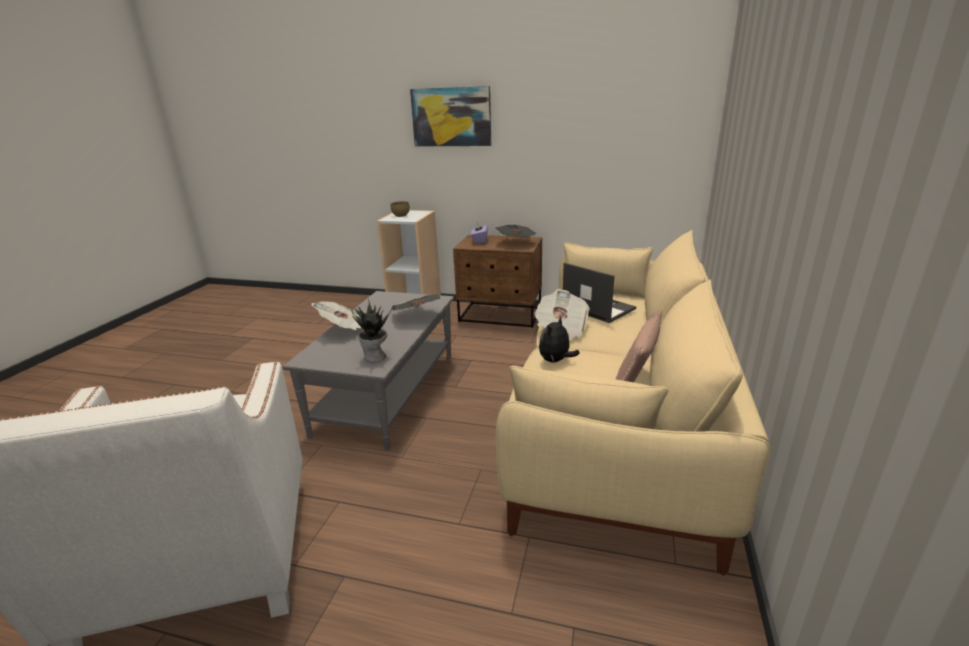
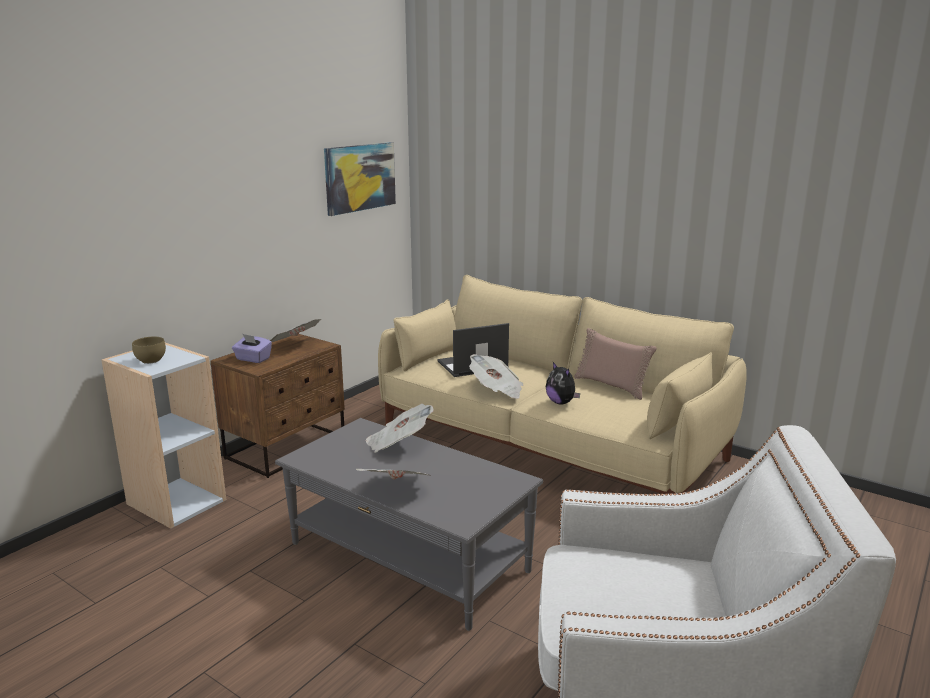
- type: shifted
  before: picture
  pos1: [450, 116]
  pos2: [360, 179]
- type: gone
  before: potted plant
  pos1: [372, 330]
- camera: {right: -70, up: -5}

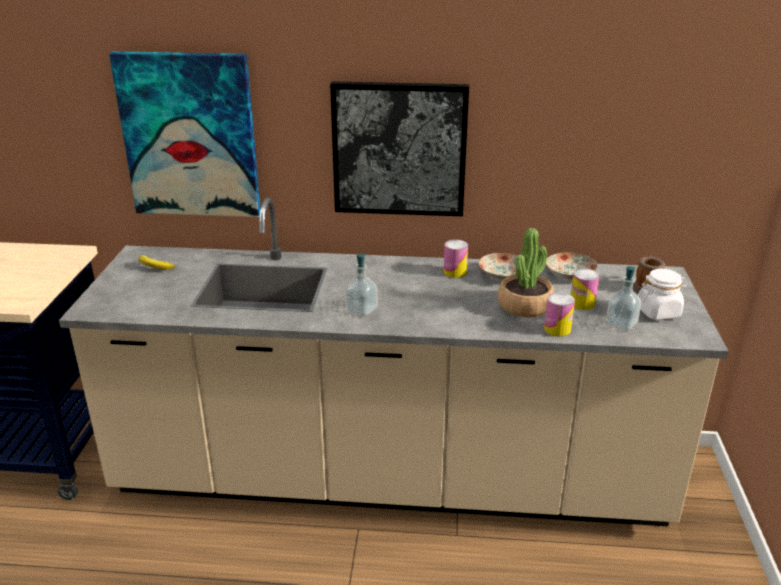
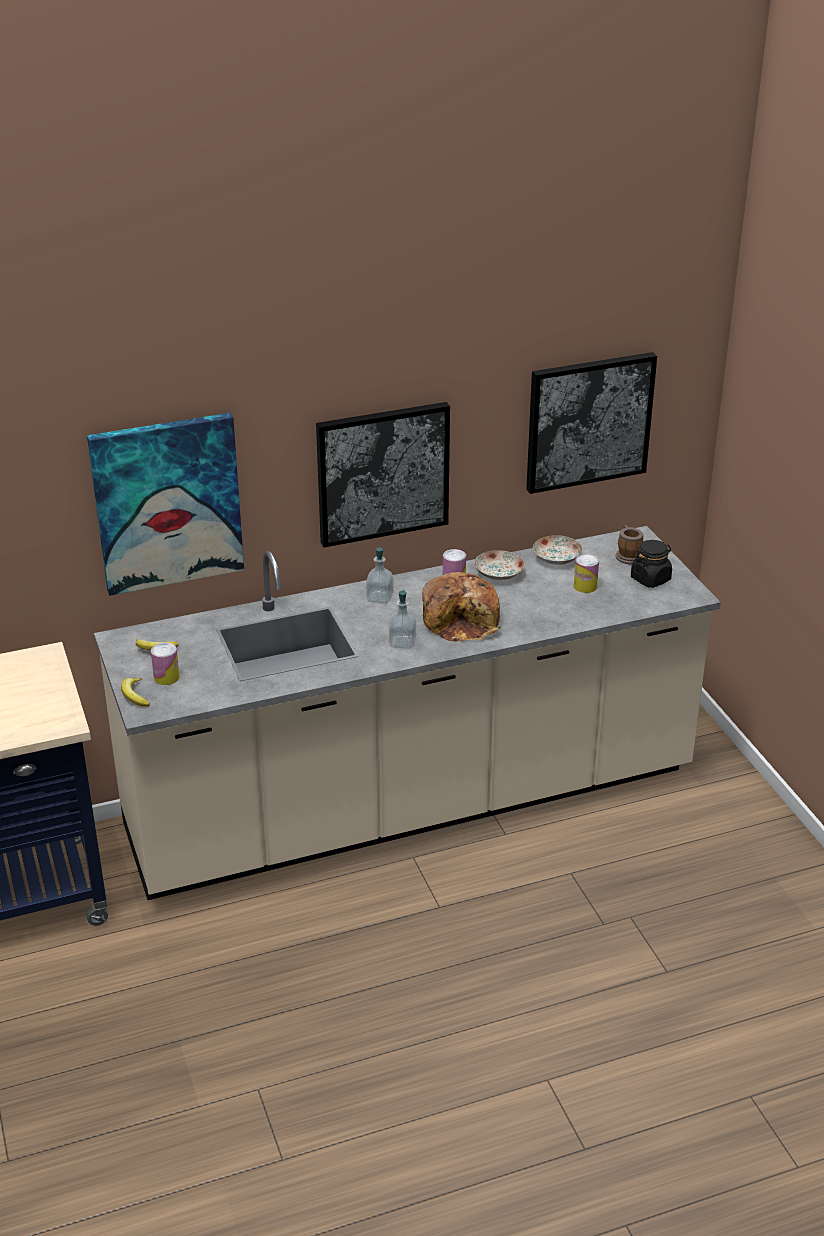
- type: gone
  before: potted plant
  pos1: [526, 272]
- type: shifted
  before: soap dispenser
  pos1: [623, 298]
  pos2: [380, 575]
- type: repainted
  before: jar (white)
  after: jar (black)
  pos1: [662, 294]
  pos2: [651, 564]
- type: shifted
  before: can
  pos1: [559, 315]
  pos2: [165, 664]
- type: new
  after: picture
  pos2: [591, 423]
- type: new
  after: bread
  pos2: [461, 607]
- type: new
  after: banana
  pos2: [135, 692]
- camera: {right: -25, up: 5}

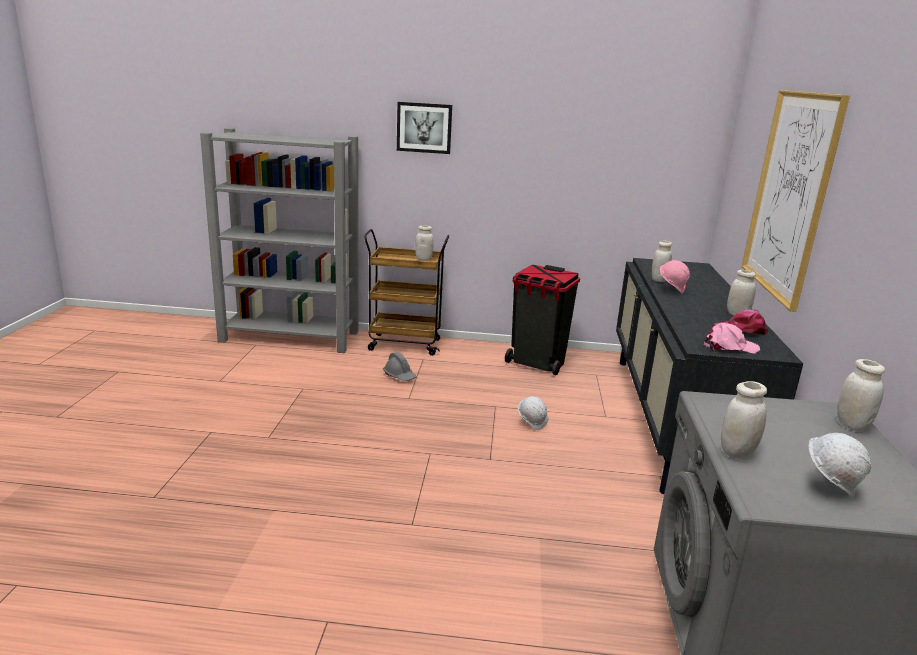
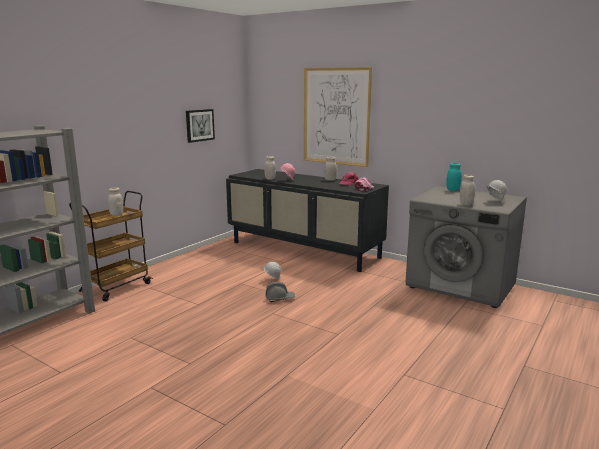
- type: shifted
  before: picture
  pos1: [424, 128]
  pos2: [200, 126]
- type: gone
  before: trash can (black)
  pos1: [542, 320]
- type: shifted
  before: hard hat (grey)
  pos1: [400, 366]
  pos2: [280, 291]
- type: repainted
  before: jar (white)
  after: jar (turquoise)
  pos1: [861, 395]
  pos2: [454, 177]
- camera: {right: -60, up: -5}

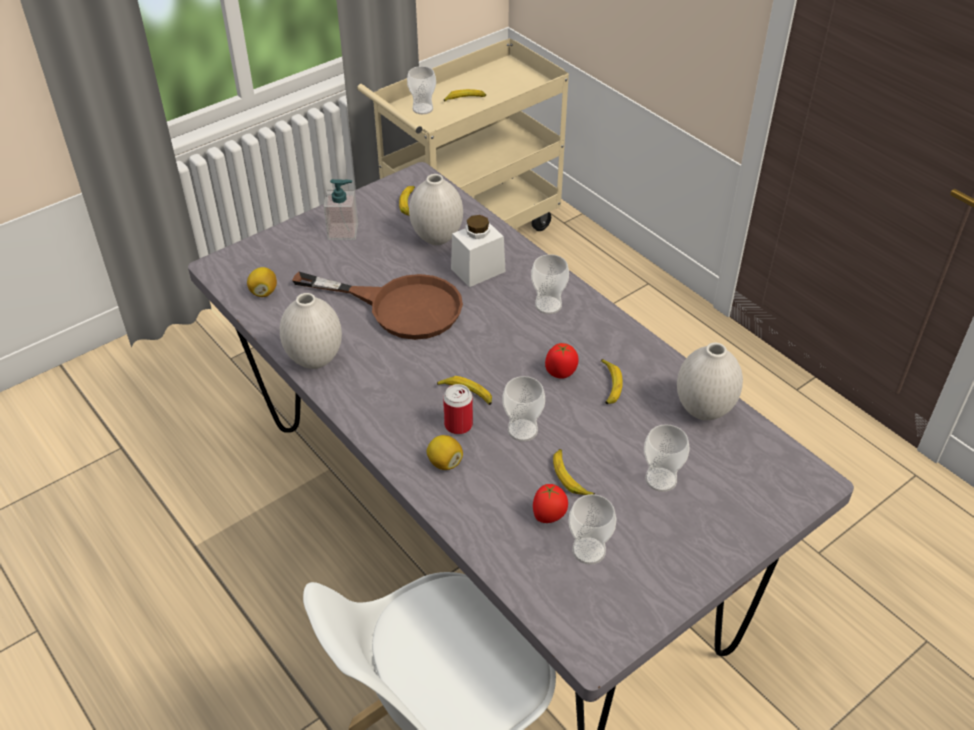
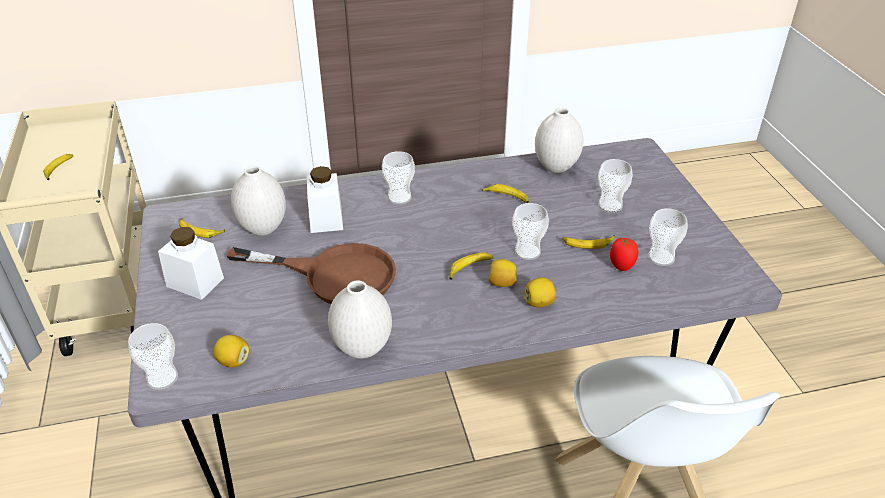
- type: shifted
  before: cup
  pos1: [421, 90]
  pos2: [153, 356]
- type: swapped
  before: soap dispenser
  after: jar (white)
  pos1: [340, 209]
  pos2: [191, 263]
- type: rotated
  before: frying pan (brown)
  pos1: [377, 306]
  pos2: [311, 273]
  turn: 60
- type: gone
  before: tomato
  pos1: [562, 361]
- type: swapped
  before: can
  after: lemon
  pos1: [458, 409]
  pos2: [503, 273]
- camera: {right: -65, up: -5}

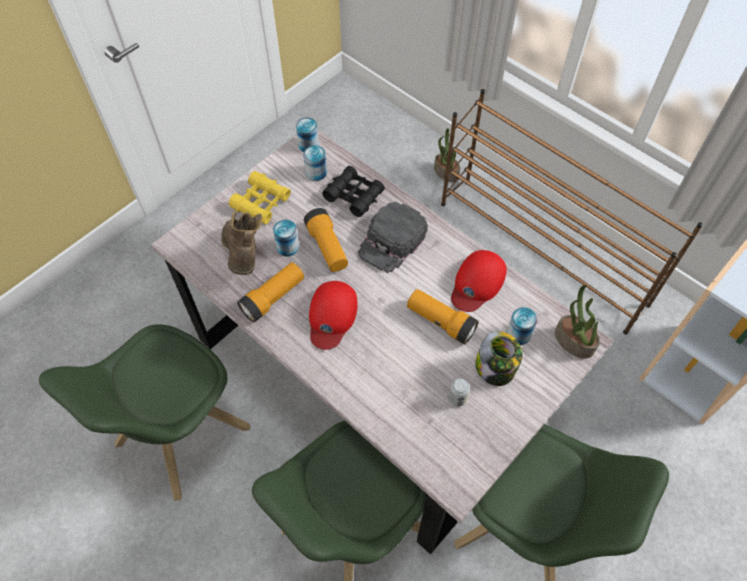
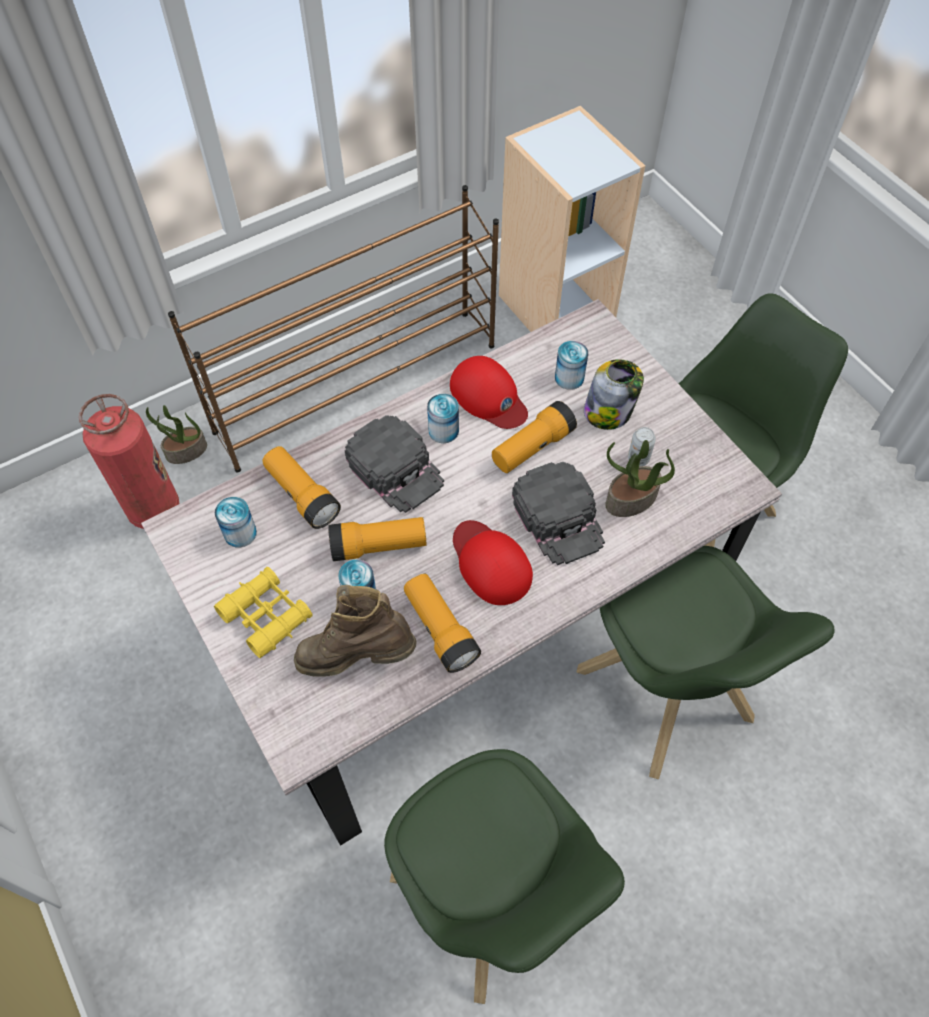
- type: shifted
  before: can
  pos1: [307, 134]
  pos2: [443, 418]
- type: swapped
  before: binoculars (black)
  after: flashlight
  pos1: [354, 191]
  pos2: [301, 487]
- type: rotated
  before: cap (red)
  pos1: [333, 315]
  pos2: [493, 562]
  turn: -150
- type: shifted
  before: potted plant
  pos1: [577, 321]
  pos2: [640, 478]
- type: new
  after: fire extinguisher
  pos2: [129, 461]
- type: new
  after: cap (black)
  pos2: [558, 513]
- camera: {right: -75, up: 0}

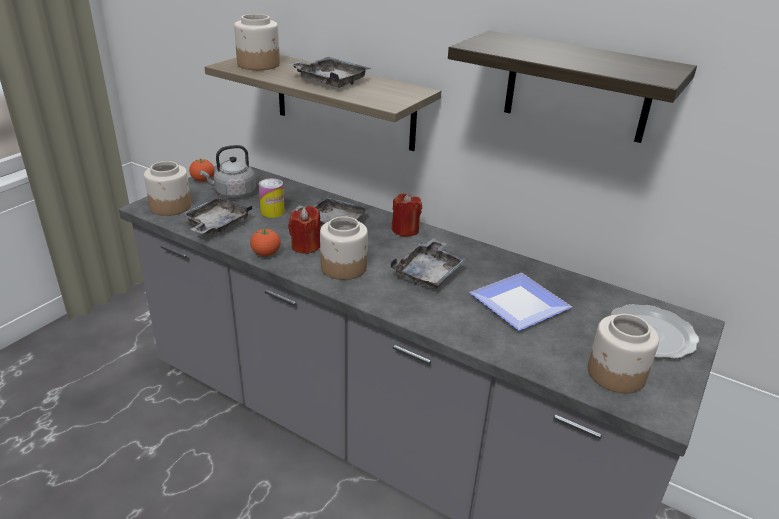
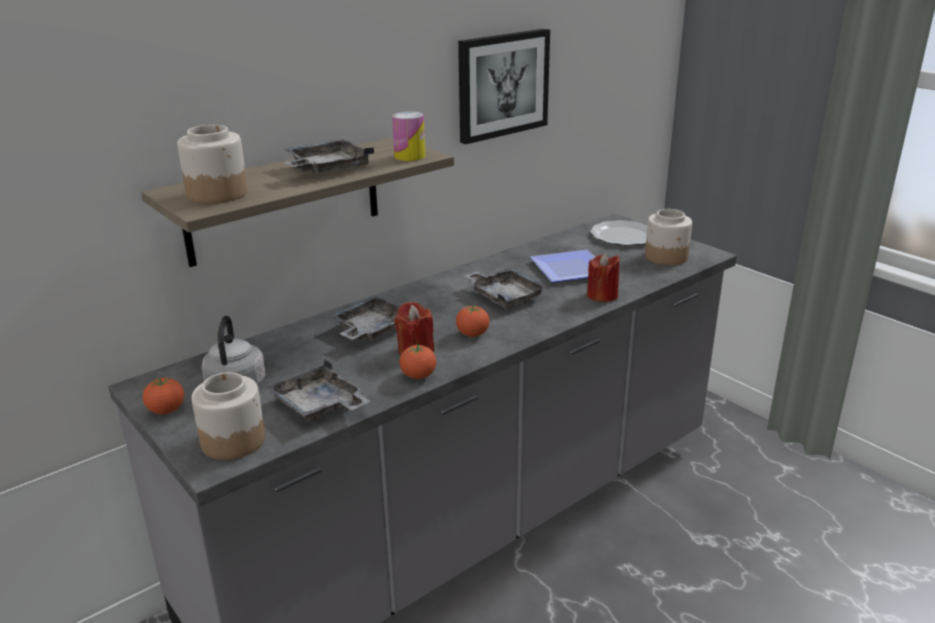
- type: swapped
  before: shelf
  after: picture
  pos1: [572, 87]
  pos2: [504, 86]
- type: shifted
  before: can
  pos1: [271, 198]
  pos2: [408, 136]
- type: shifted
  before: candle (red)
  pos1: [407, 214]
  pos2: [603, 277]
- type: swapped
  before: jar
  after: tomato
  pos1: [344, 248]
  pos2: [473, 321]
- camera: {right: -70, up: -5}

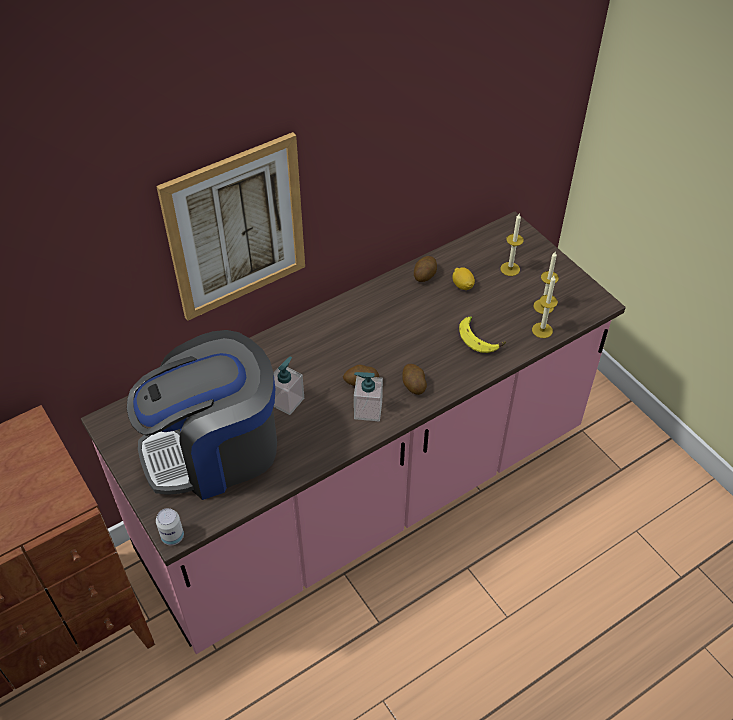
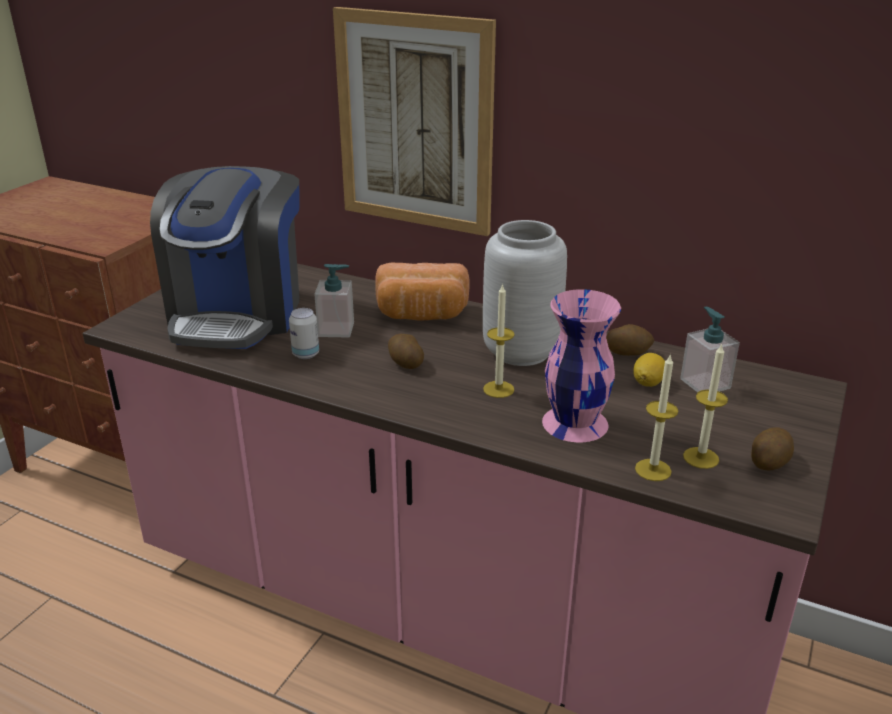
- type: shifted
  before: candle
  pos1: [512, 245]
  pos2: [498, 340]
- type: swapped
  before: banana
  after: vase (pink)
  pos1: [482, 335]
  pos2: [581, 365]
- type: rotated
  before: coffee machine
  pos1: [202, 415]
  pos2: [225, 257]
  turn: -120
- type: shifted
  before: potato
  pos1: [414, 379]
  pos2: [772, 448]
- type: shifted
  before: soap dispenser
  pos1: [368, 396]
  pos2: [710, 349]
- type: shifted
  before: can
  pos1: [170, 526]
  pos2: [304, 333]
- type: new
  after: vase (grey)
  pos2: [525, 293]
- type: new
  after: bread
  pos2: [422, 291]
- camera: {right: 60, up: -20}

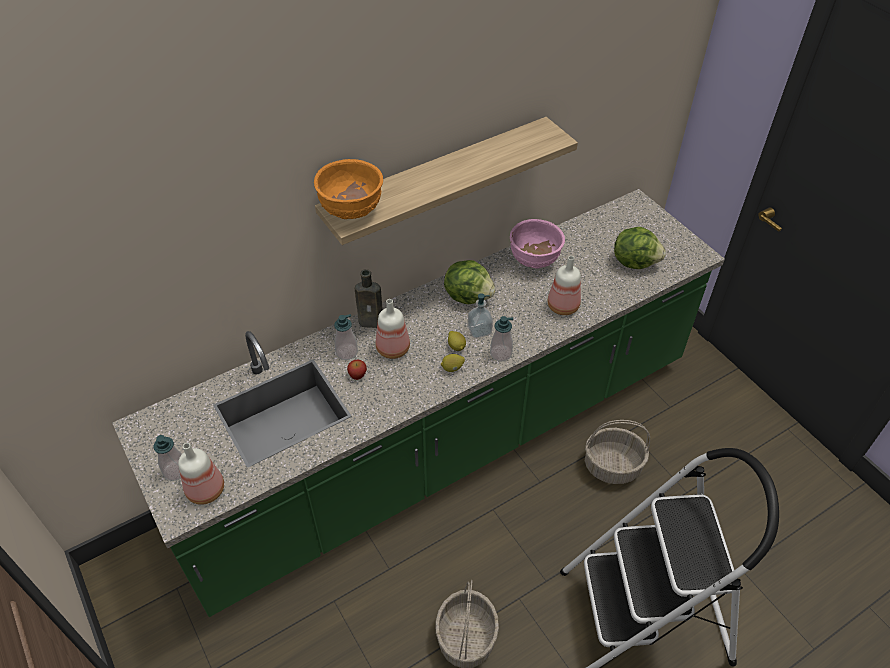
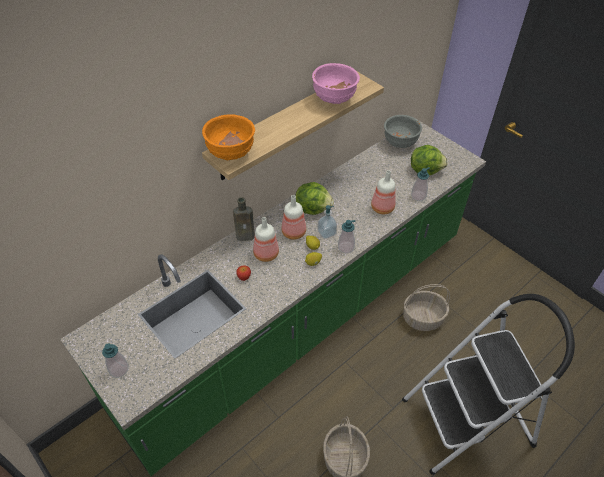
- type: shifted
  before: bowl (pink)
  pos1: [537, 244]
  pos2: [336, 83]
- type: shifted
  before: soap dispenser
  pos1: [346, 337]
  pos2: [420, 184]
- type: shifted
  before: bottle
  pos1: [201, 474]
  pos2: [293, 217]
- type: new
  after: bowl (grey)
  pos2: [403, 131]
- camera: {right: -10, up: 0}

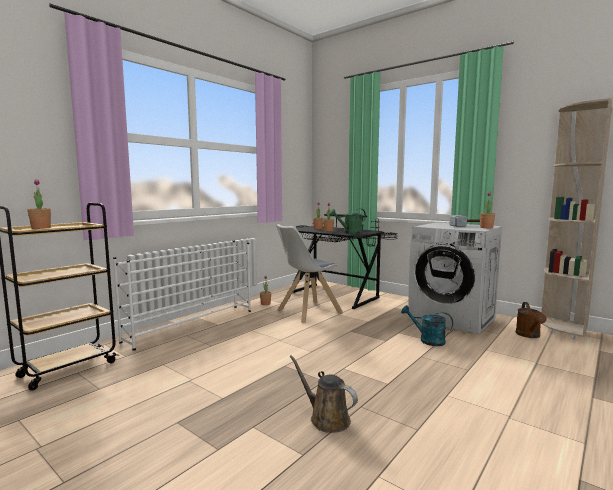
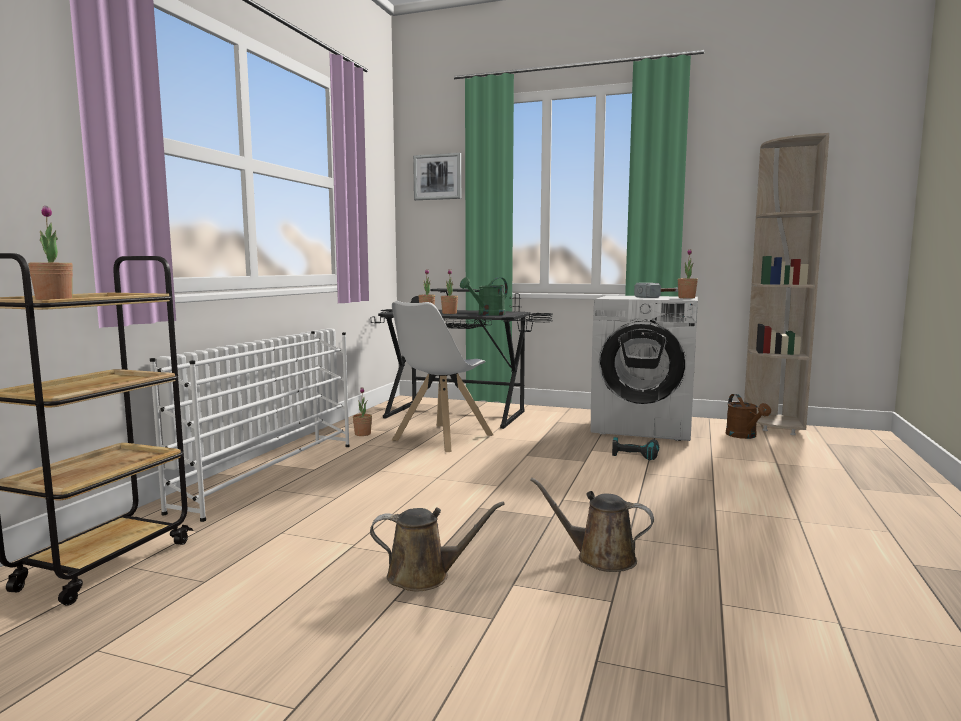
- type: swapped
  before: watering can (turquoise)
  after: power drill
  pos1: [427, 325]
  pos2: [635, 448]
- type: new
  after: picture
  pos2: [437, 176]
- type: new
  after: watering can (brown)
  pos2: [437, 546]
- camera: {right: -20, up: 0}

